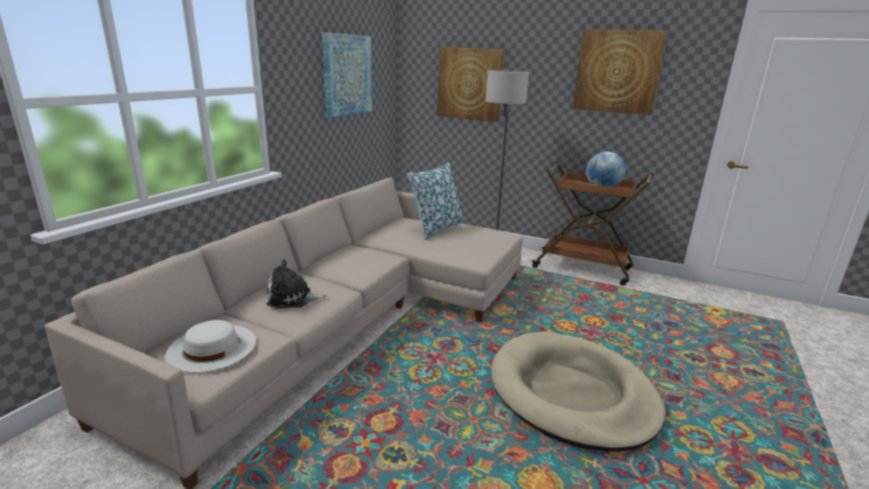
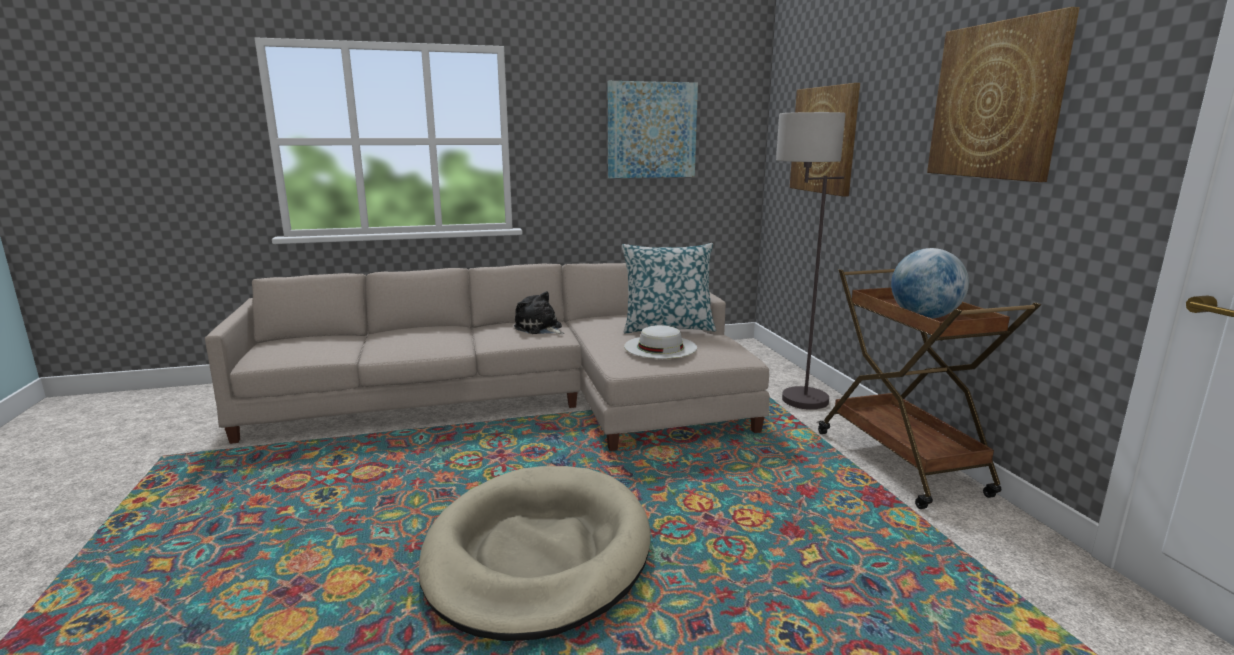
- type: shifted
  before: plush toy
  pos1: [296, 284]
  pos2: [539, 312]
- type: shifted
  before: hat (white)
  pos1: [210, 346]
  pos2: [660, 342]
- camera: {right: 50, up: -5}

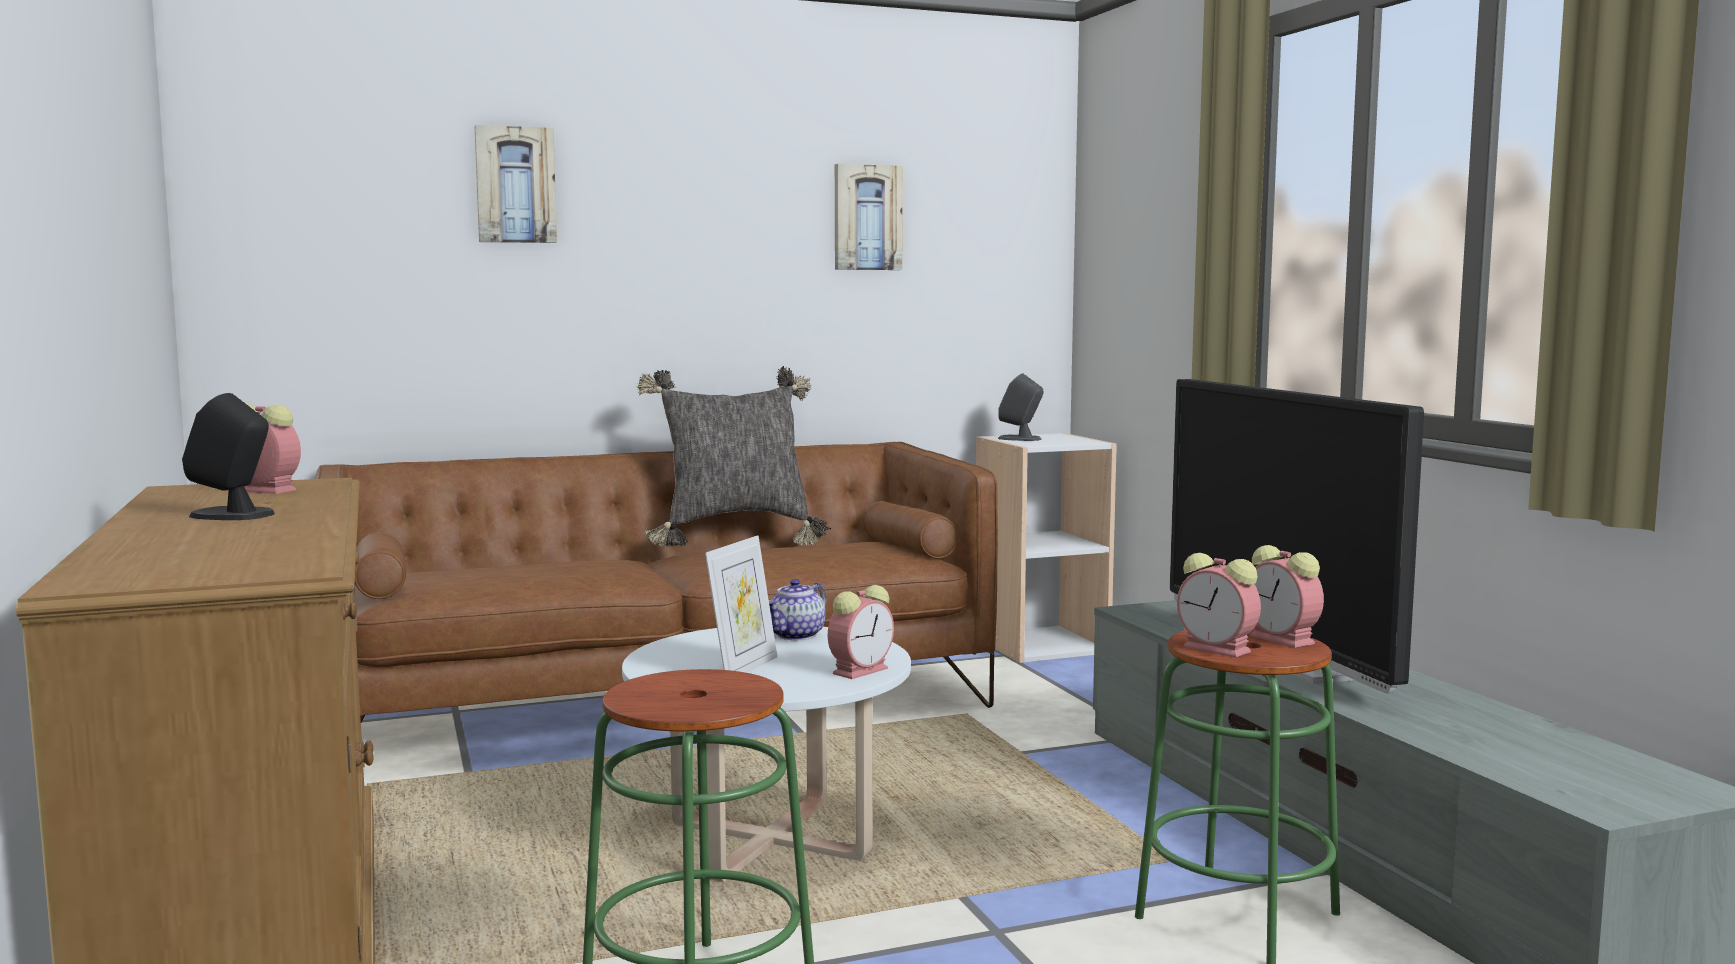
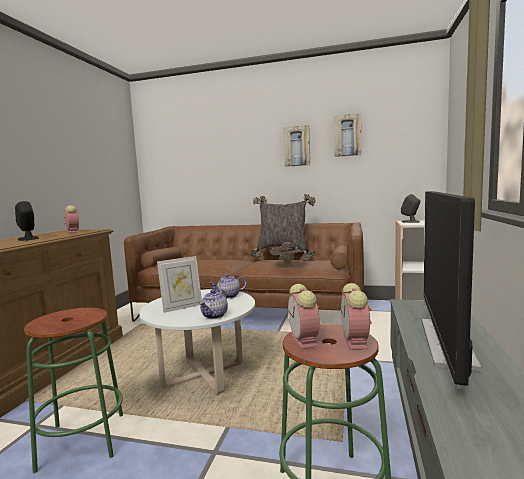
- type: shifted
  before: picture
  pos1: [515, 184]
  pos2: [296, 146]
- type: swapped
  before: alarm clock
  after: teapot
  pos1: [861, 632]
  pos2: [213, 304]
- type: new
  after: hat (brown)
  pos2: [286, 254]
- camera: {right: 35, up: 0}

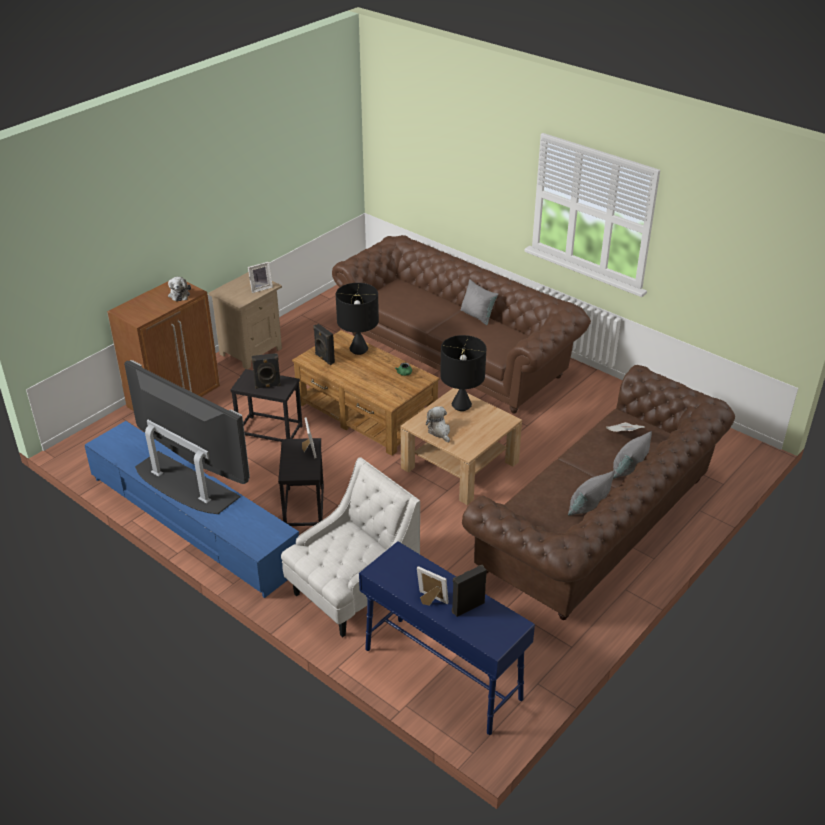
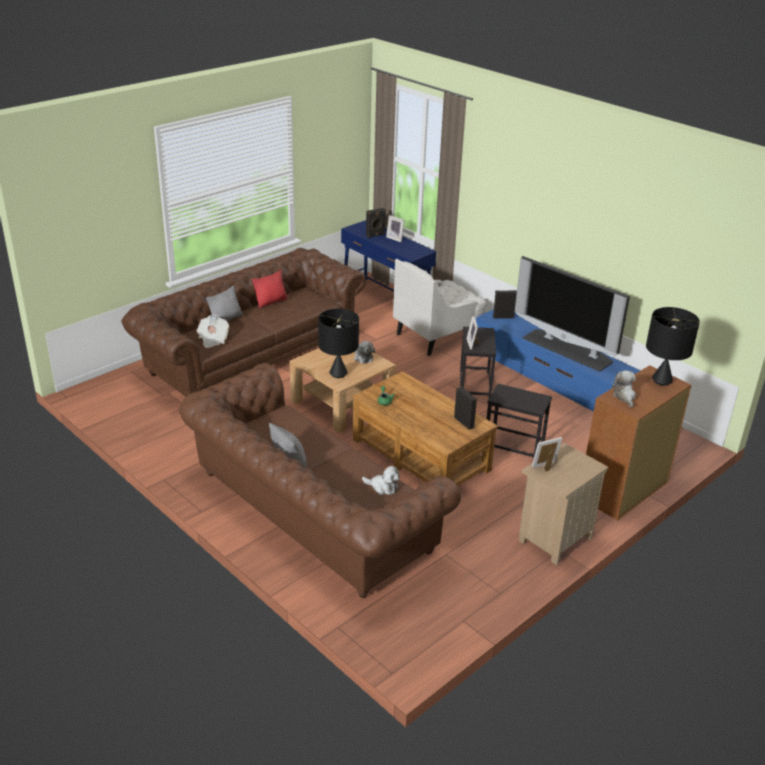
- type: shifted
  before: table lamp (black)
  pos1: [357, 319]
  pos2: [673, 346]
- type: shifted
  before: speaker (black)
  pos1: [266, 371]
  pos2: [505, 304]
- type: repainted
  before: pillow (grey)
  after: pillow (red)
  pos1: [591, 493]
  pos2: [270, 289]
- type: new
  after: plush toy
  pos2: [381, 480]
- camera: {right: -175, up: -5}

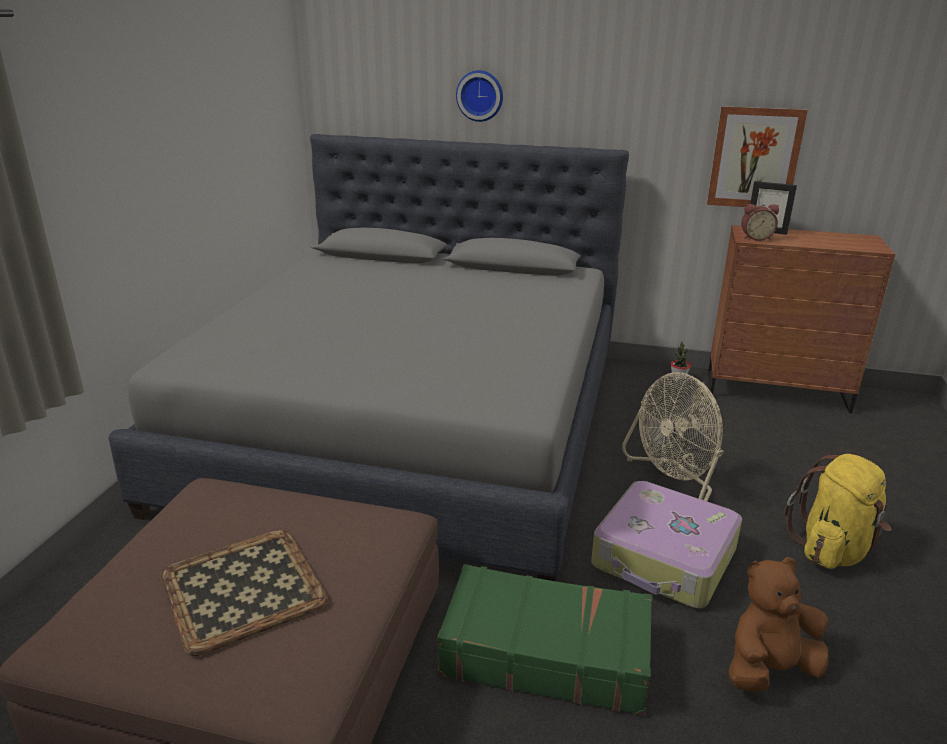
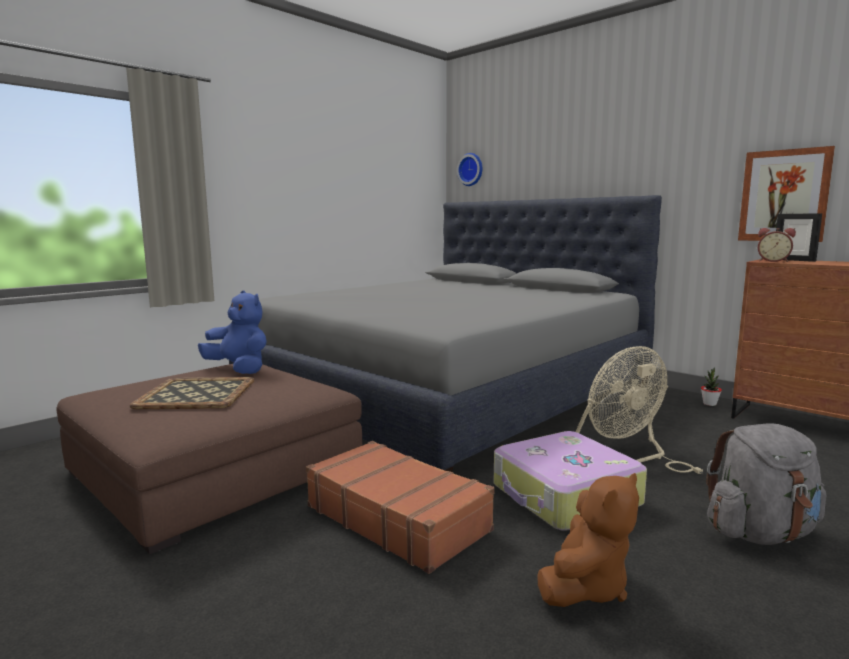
- type: shifted
  before: wall clock
  pos1: [479, 96]
  pos2: [469, 169]
- type: rotated
  before: fan (beige)
  pos1: [673, 436]
  pos2: [639, 410]
  turn: 60
- type: repainted
  before: backpack (yellow)
  after: backpack (grey)
  pos1: [837, 511]
  pos2: [766, 484]
- type: rotated
  before: plush toy (brown)
  pos1: [778, 624]
  pos2: [588, 540]
  turn: 120
- type: repainted
  before: suitcase (green)
  after: suitcase (brown)
  pos1: [544, 640]
  pos2: [400, 507]
- type: new
  after: plush toy (blue)
  pos2: [232, 332]
- camera: {right: 30, up: -15}

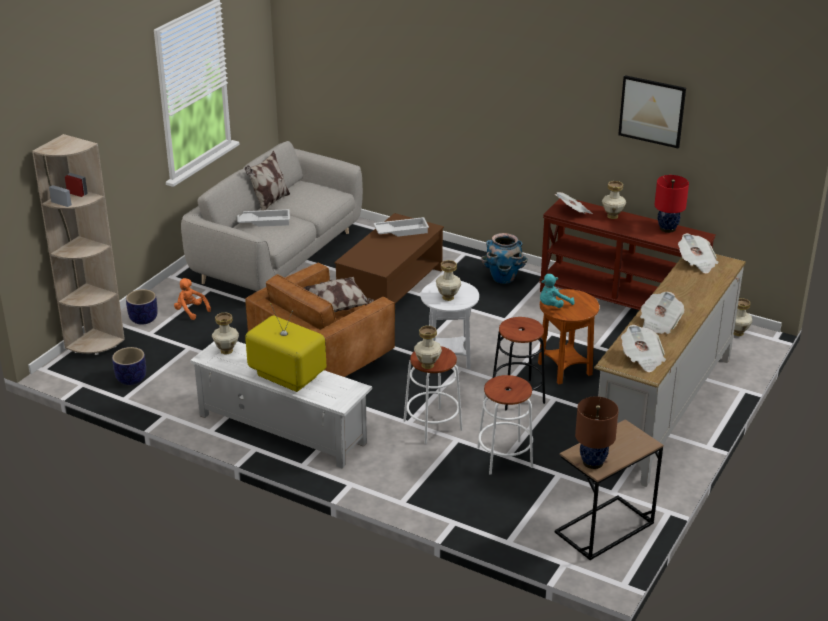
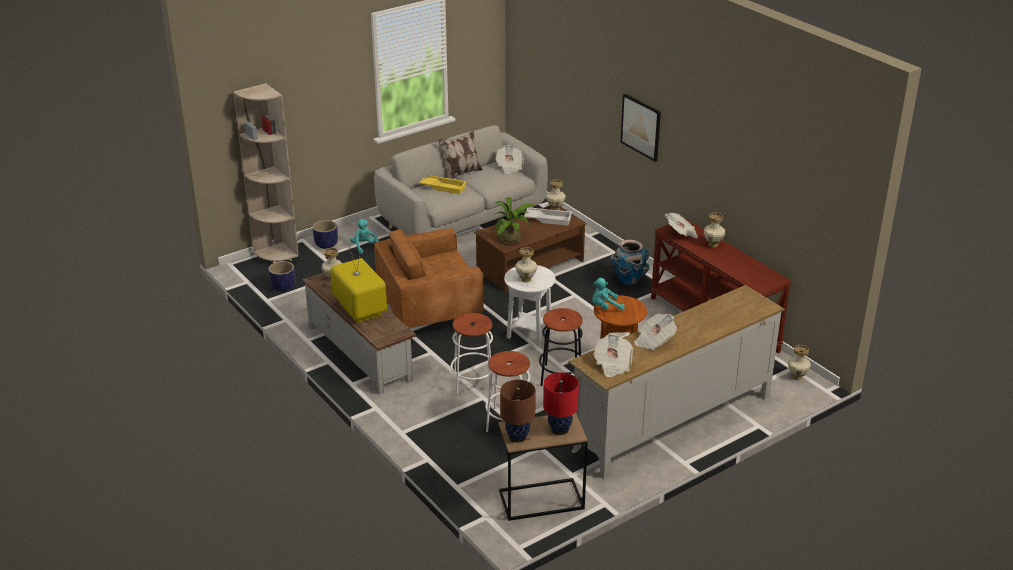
- type: shifted
  before: picture
  pos1: [652, 111]
  pos2: [640, 128]
- type: shifted
  before: table lamp (red)
  pos1: [671, 204]
  pos2: [561, 403]
- type: repainted
  before: tray (white)
  after: tray (yellow)
  pos1: [263, 218]
  pos2: [443, 185]
- type: shifted
  before: newspaper
  pos1: [698, 253]
  pos2: [510, 159]
- type: gone
  before: pillow
  pos1: [339, 294]
- type: repainted
  before: plush toy (orange)
  after: plush toy (turquoise)
  pos1: [192, 299]
  pos2: [364, 236]
- type: shifted
  before: vase
  pos1: [428, 347]
  pos2: [556, 195]
- type: repainted
  before: tv stand (white)
  after: tv stand (brown)
  pos1: [281, 404]
  pos2: [359, 333]
- type: new
  after: potted plant
  pos2: [514, 221]
- camera: {right: 25, up: 0}

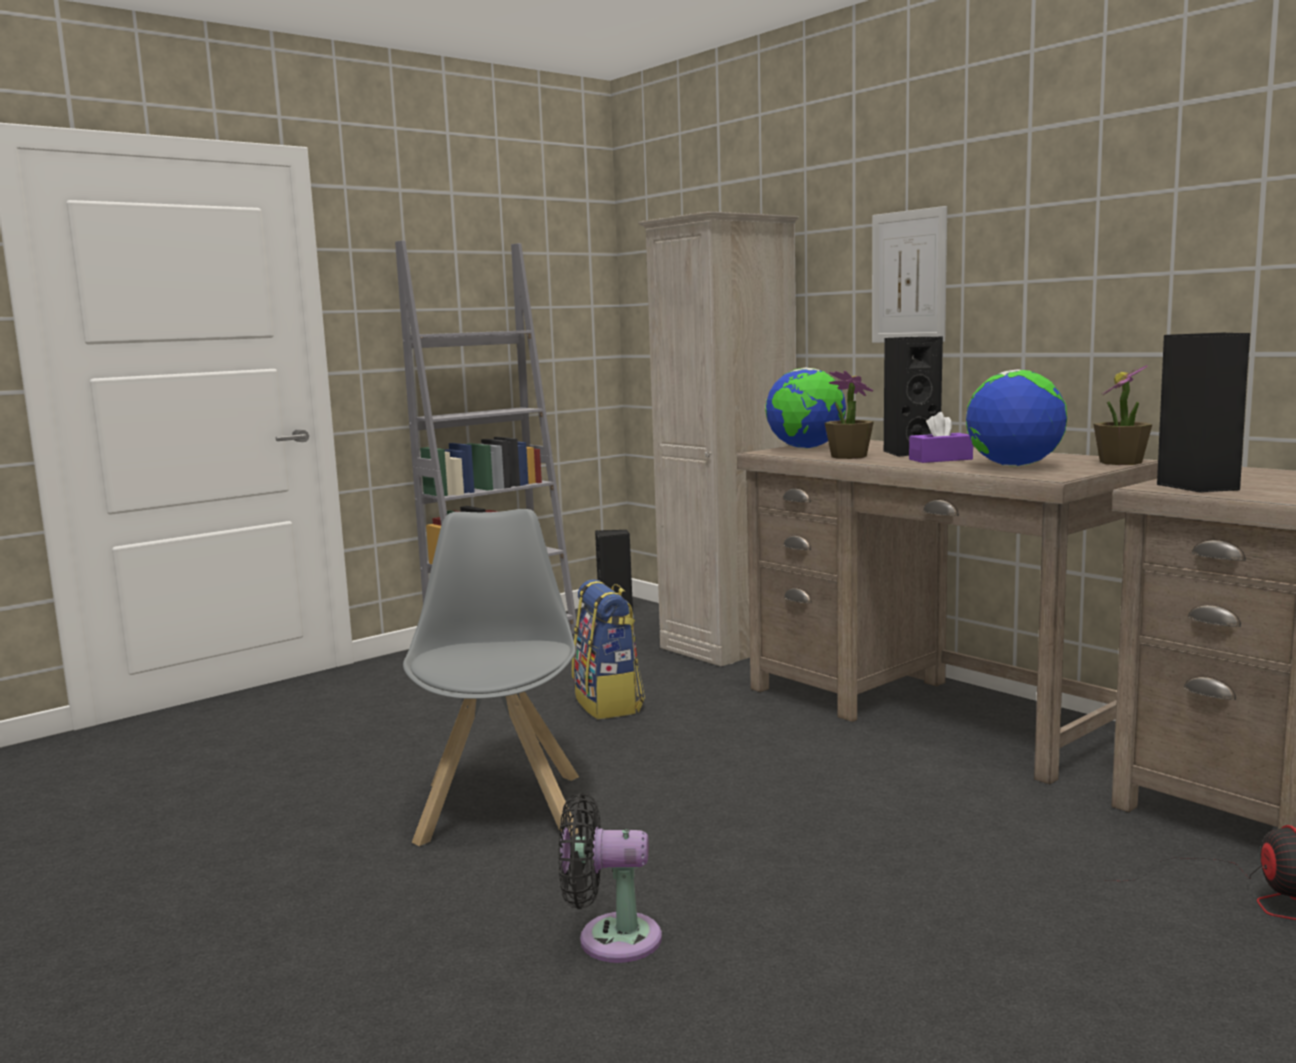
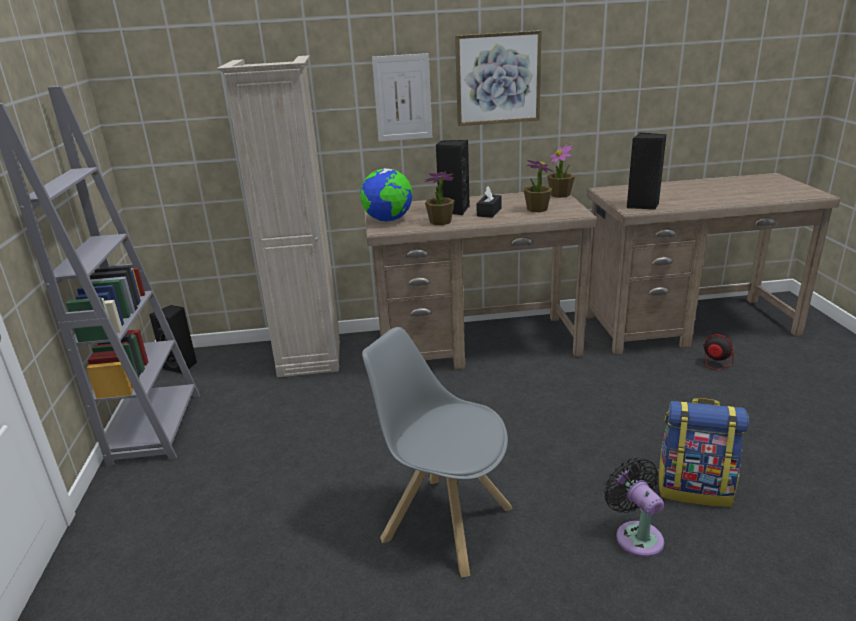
- type: swapped
  before: globe
  after: potted plant
  pos1: [1016, 418]
  pos2: [538, 186]
- type: repainted
  before: tissue box (purple)
  after: tissue box (black)
  pos1: [941, 437]
  pos2: [489, 202]
- type: shifted
  before: backpack
  pos1: [608, 649]
  pos2: [703, 452]
- type: rotated
  before: fan (black)
  pos1: [610, 878]
  pos2: [634, 507]
  turn: 120
- type: new
  after: picture
  pos2: [498, 78]
- camera: {right: -55, up: 15}

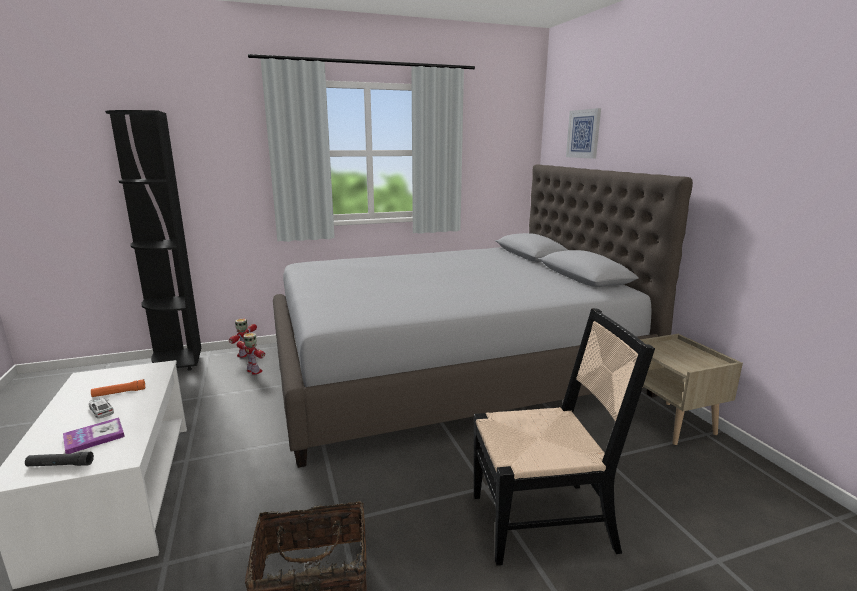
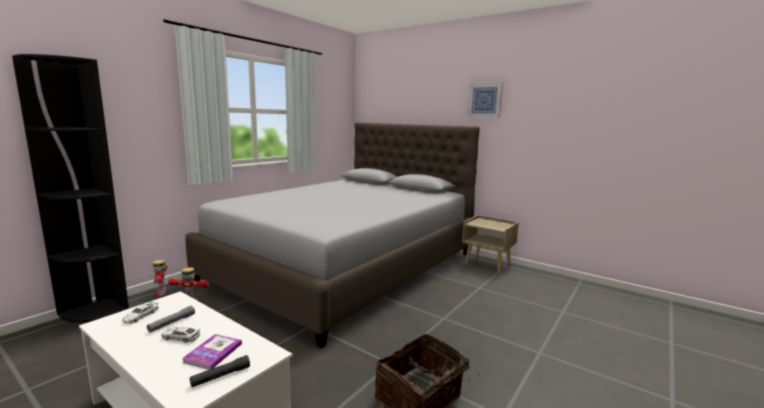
- type: shifted
  before: picture
  pos1: [583, 133]
  pos2: [485, 100]
- type: gone
  before: chair
  pos1: [564, 437]
- type: repainted
  before: flashlight (orange)
  after: flashlight (grey)
  pos1: [118, 388]
  pos2: [171, 319]
- type: new
  after: toy car
  pos2: [140, 312]
- camera: {right: -35, up: -5}

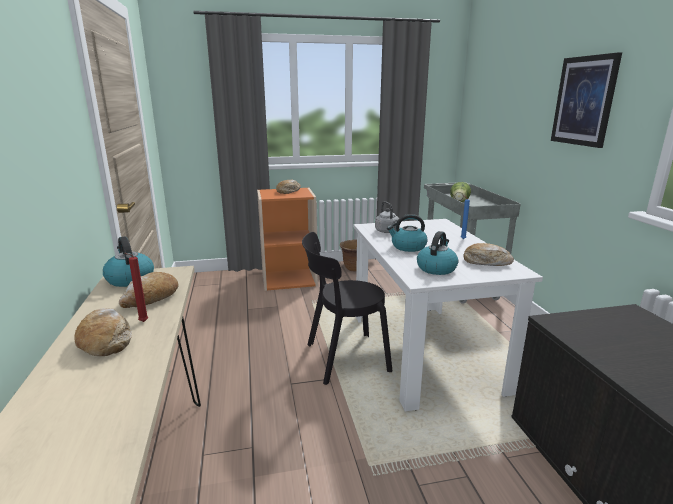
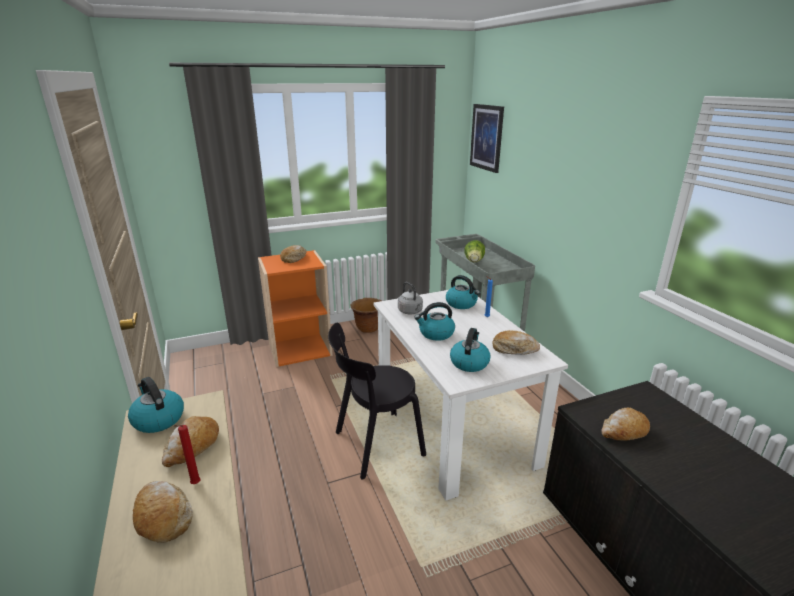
- type: shifted
  before: picture
  pos1: [586, 100]
  pos2: [487, 138]
- type: new
  after: kettle
  pos2: [463, 292]
- type: new
  after: bread
  pos2: [625, 424]
- camera: {right: -10, up: 5}

